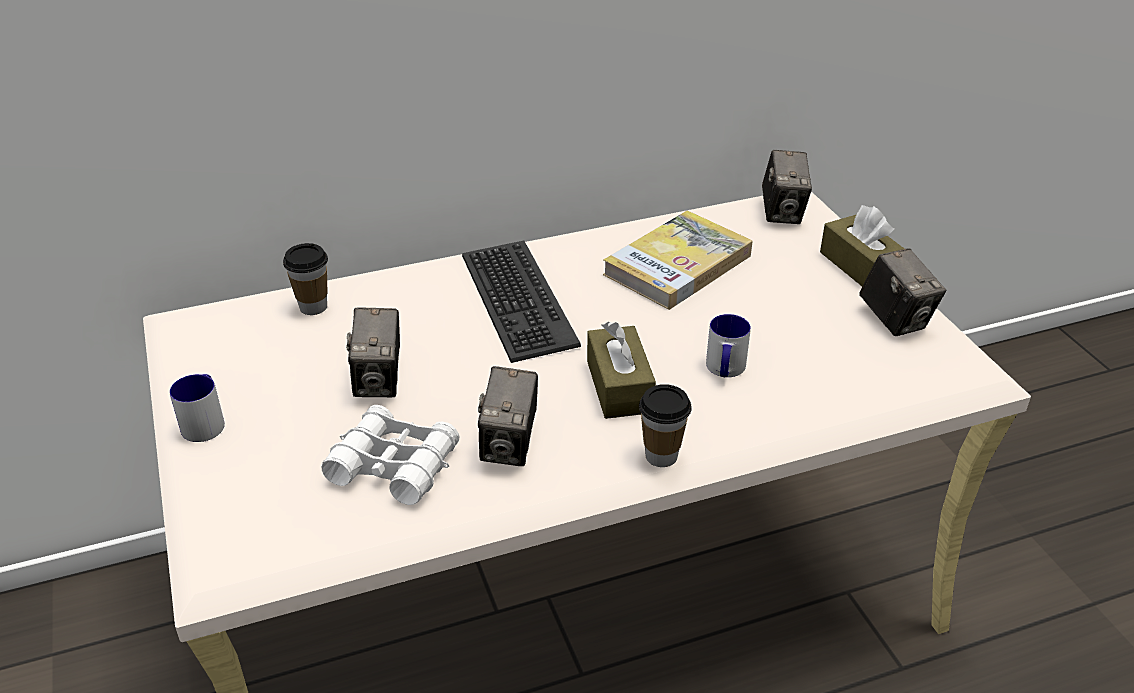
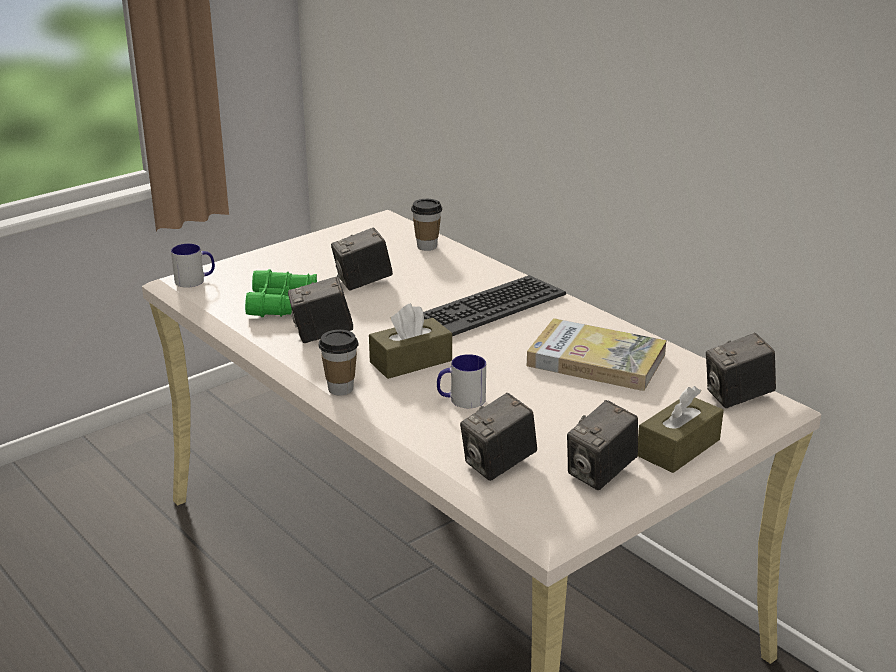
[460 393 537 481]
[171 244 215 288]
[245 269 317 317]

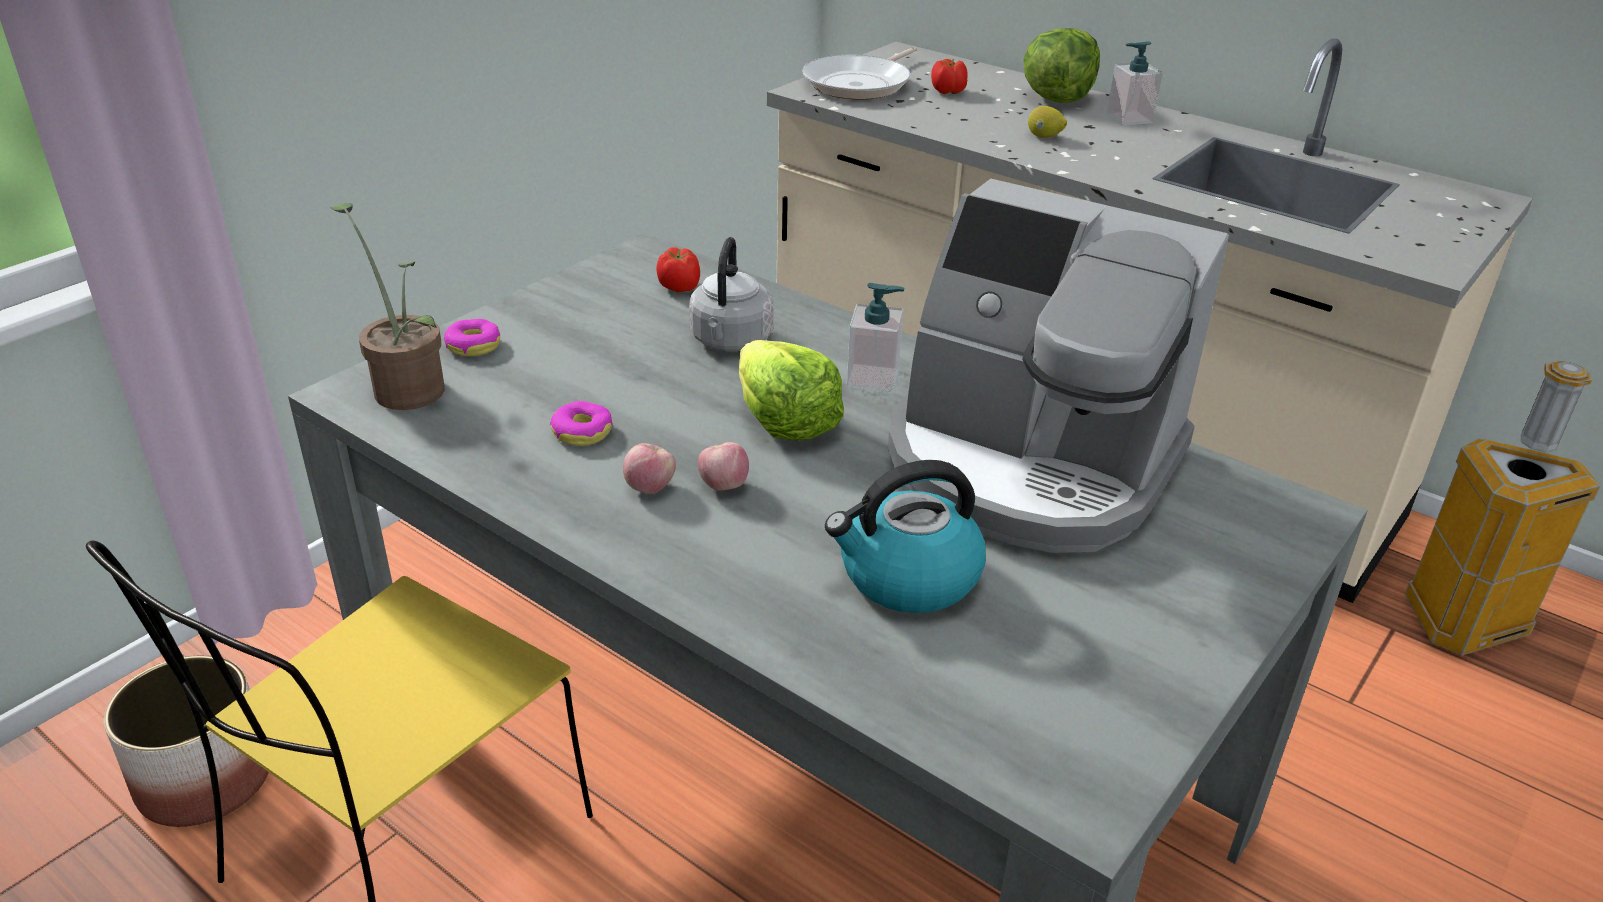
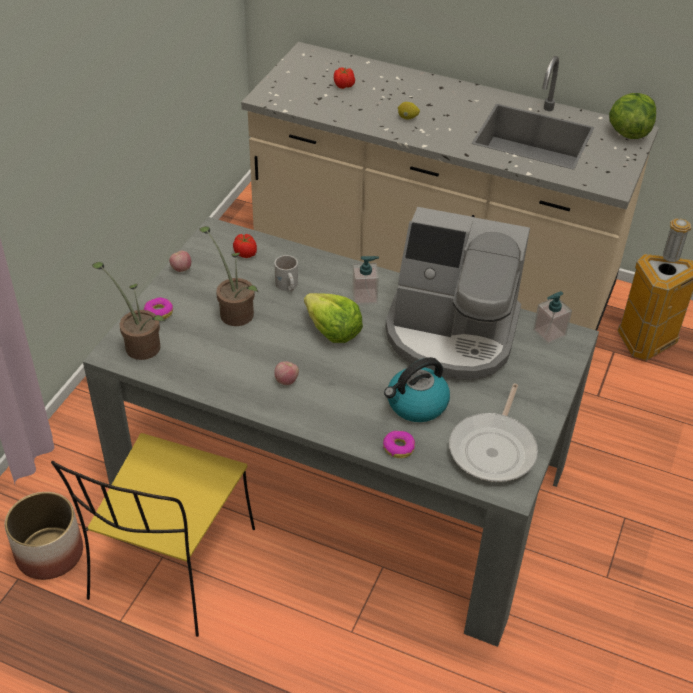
[199 226 258 326]
[383 431 415 458]
[169 251 191 272]
[449 383 538 482]
[609 93 656 139]
[533 291 572 344]
[274 255 298 292]

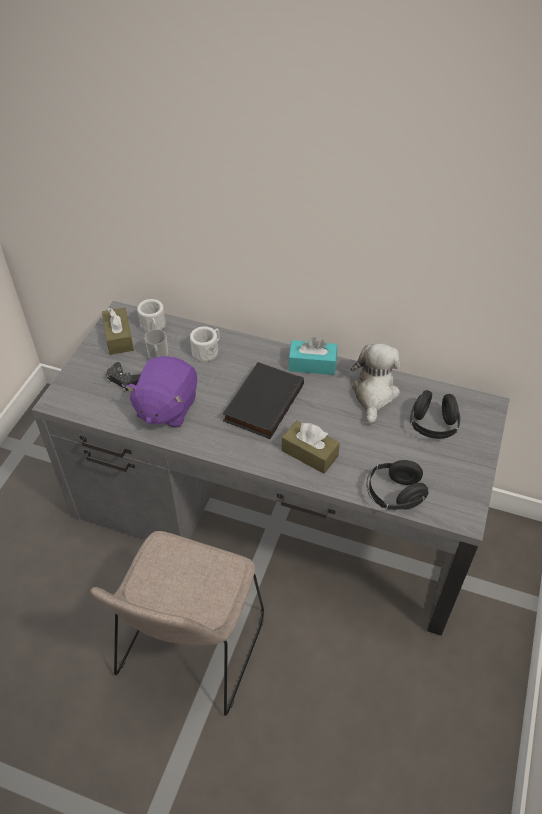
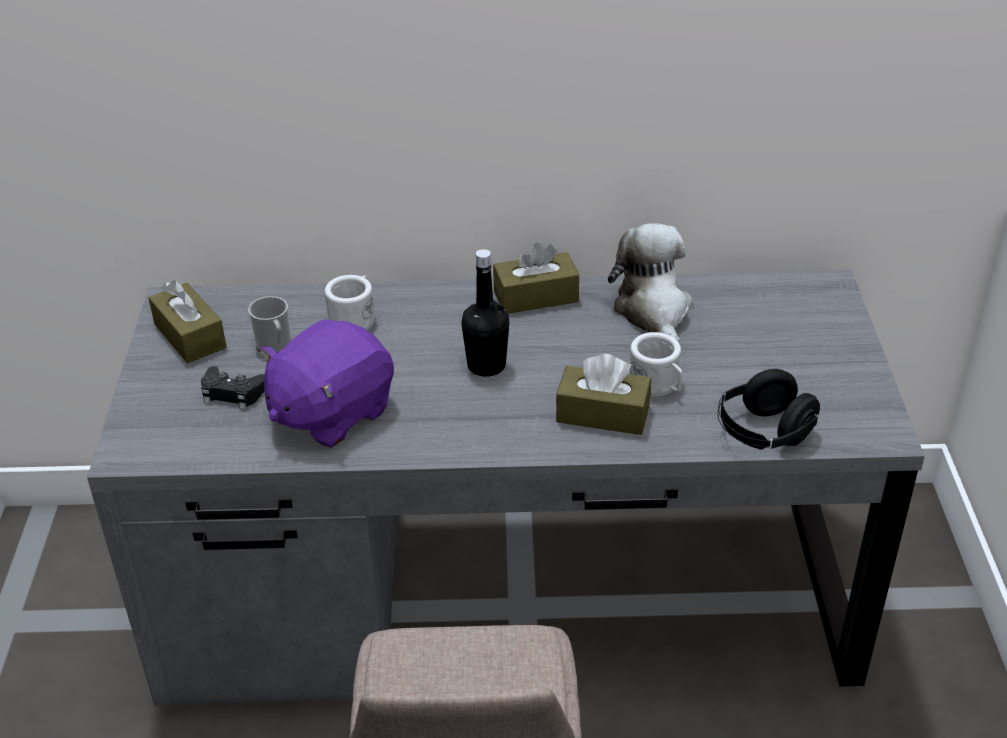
[410 390 460 439] (first image)
[629 332 682 397]
[461 249 509 377]
[493 243 579 314]
[260 319 394 448]

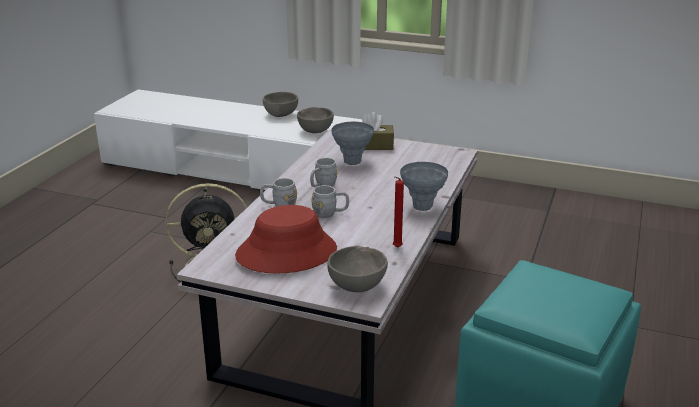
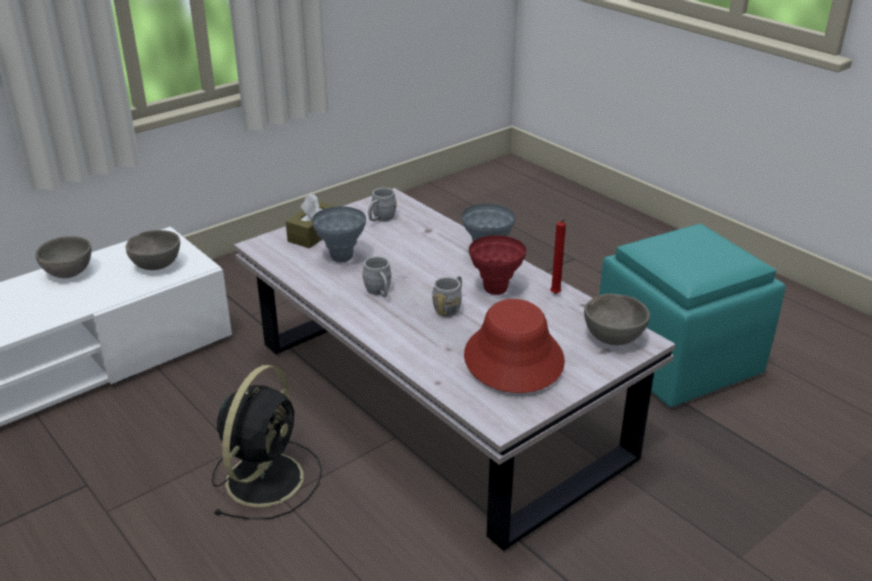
[469 235 526 295]
[368 188 397 222]

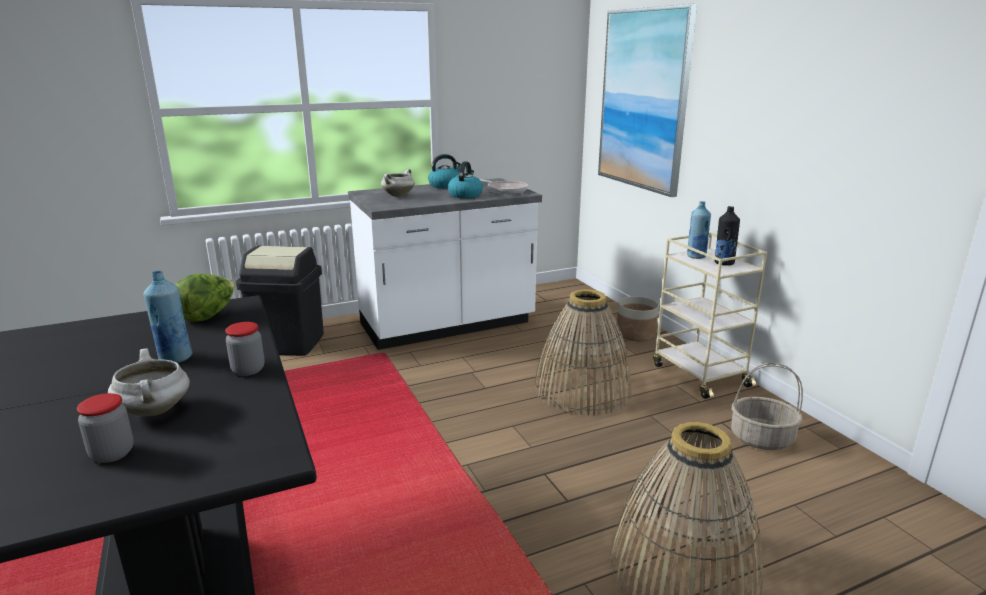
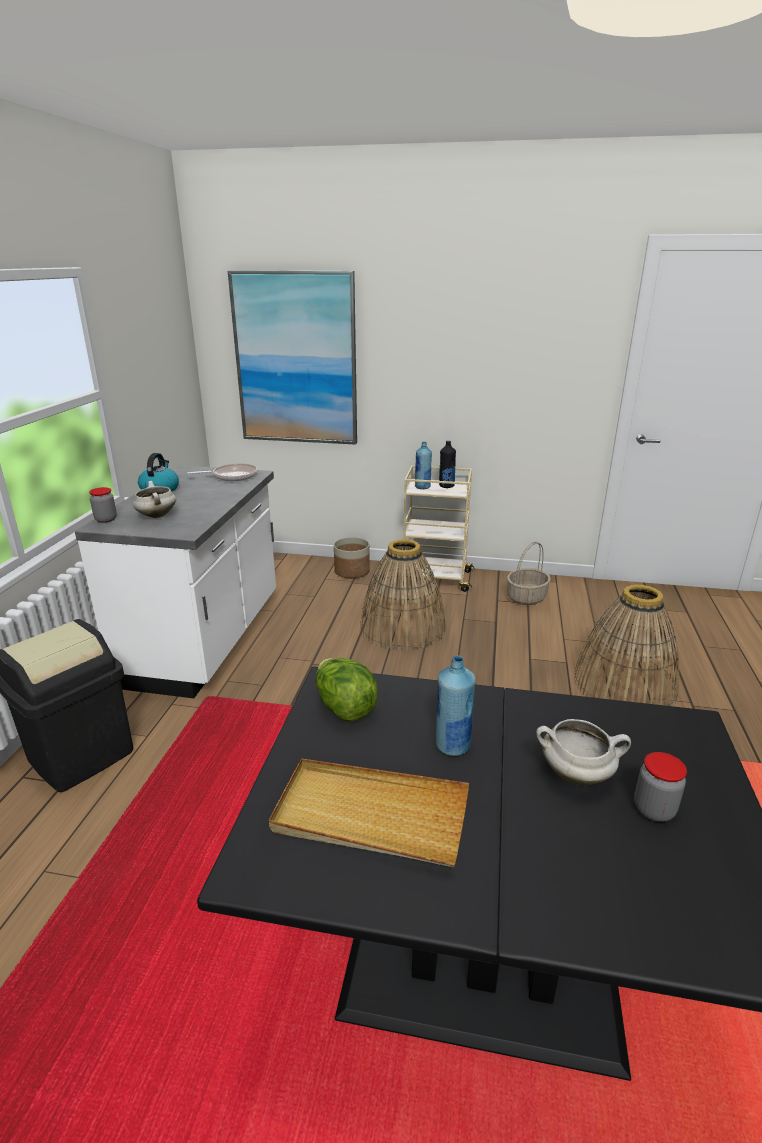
[448 162 483 198] (first image)
[269 759 469 867]
[89 487 117 523]

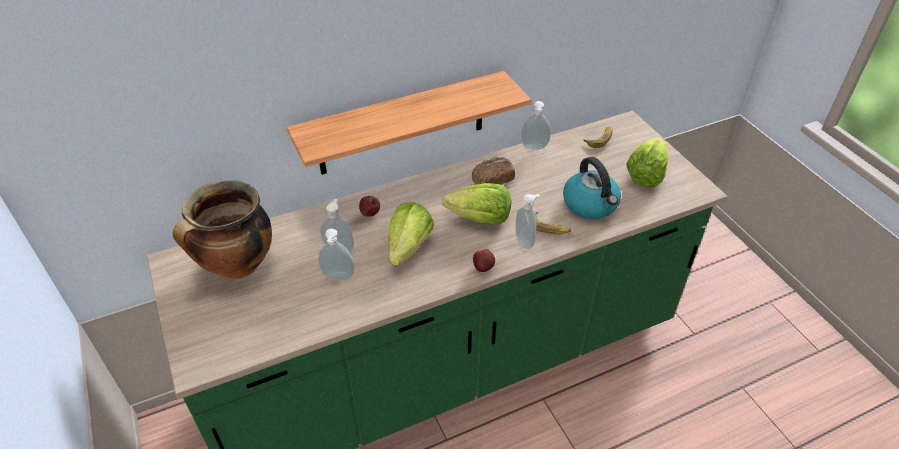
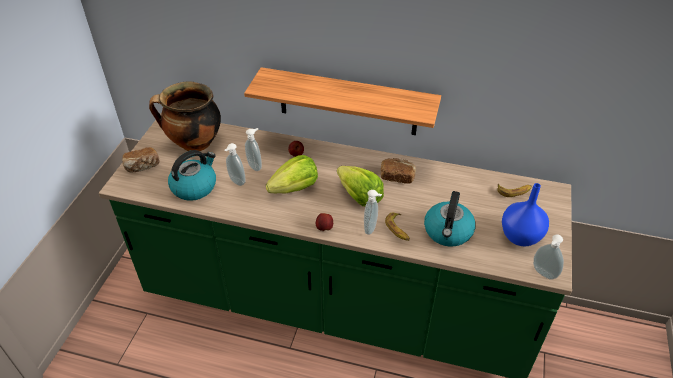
[122 147 160 172]
[168 150 216 201]
[533 235 564 280]
[502 183 549 246]

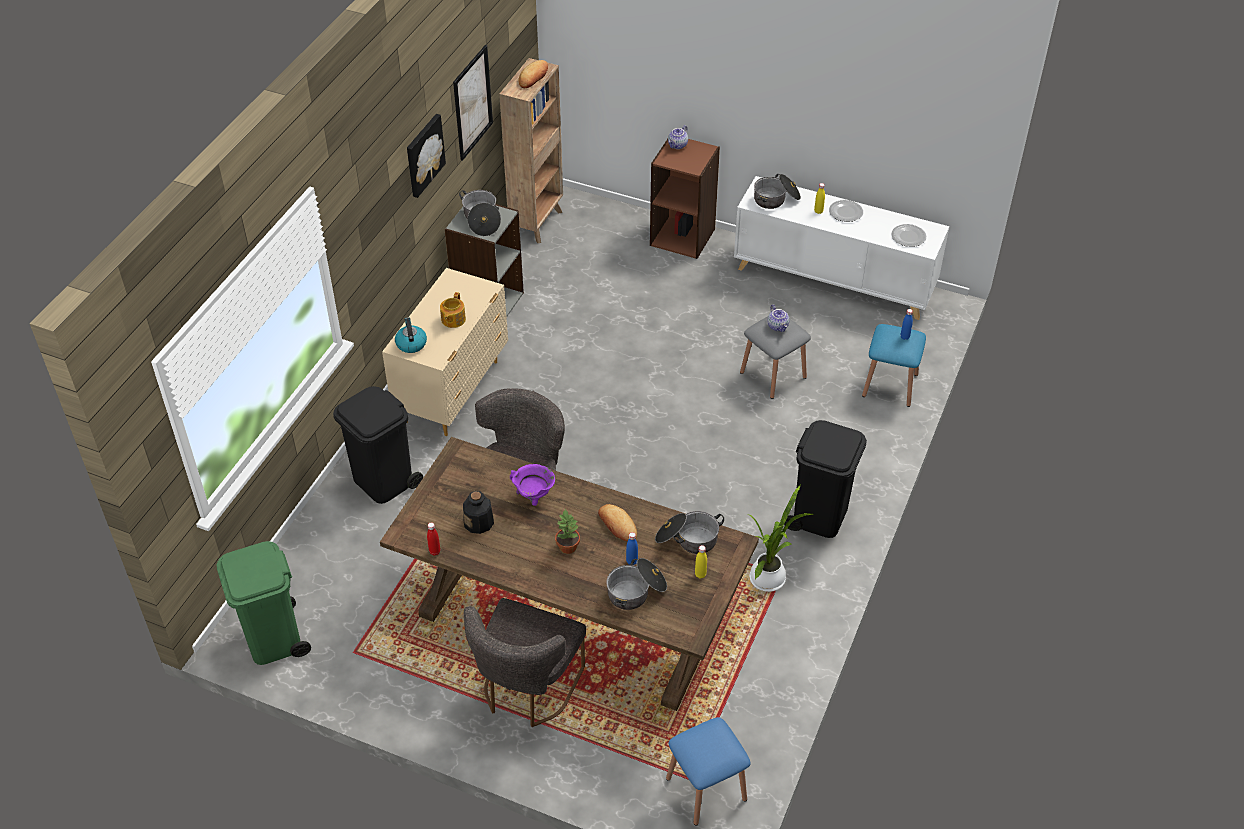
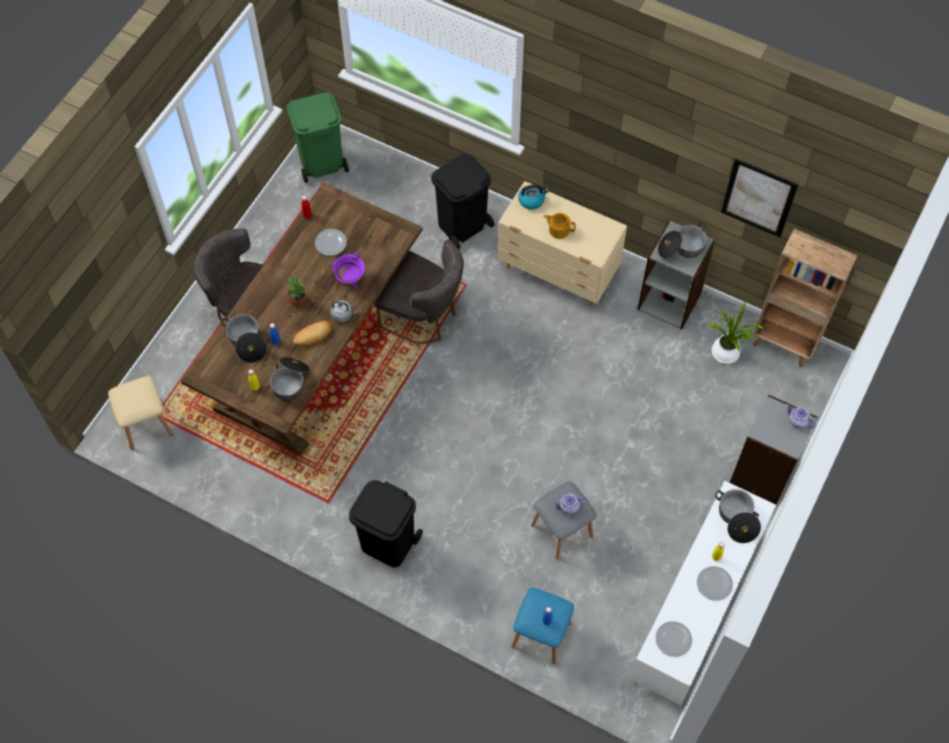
[407 114 446 198] (first image)
[518 60 548 88] (first image)
[330 300 357 322]
[708 301 765 364]
[315 229 347 256]
[730 394 818 504]
[108 376 173 450]

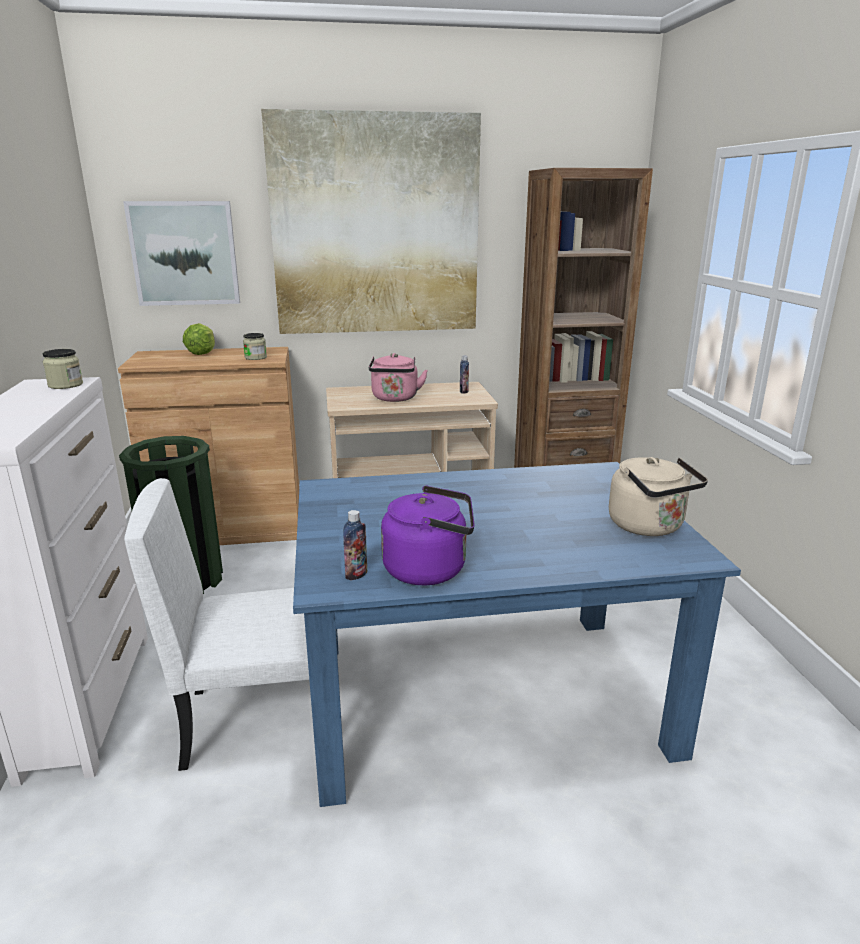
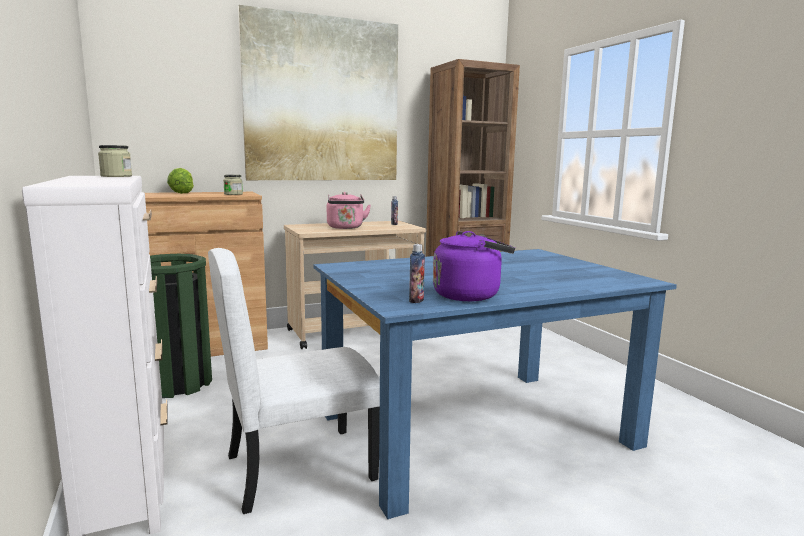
[123 201 240 306] (first image)
[609 457 708 536] (first image)

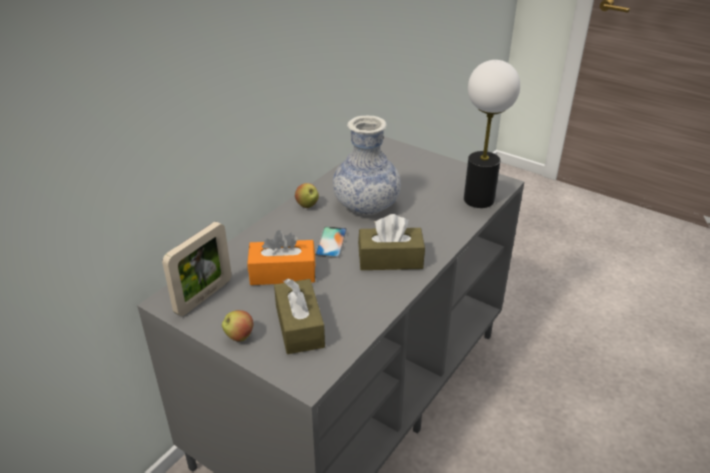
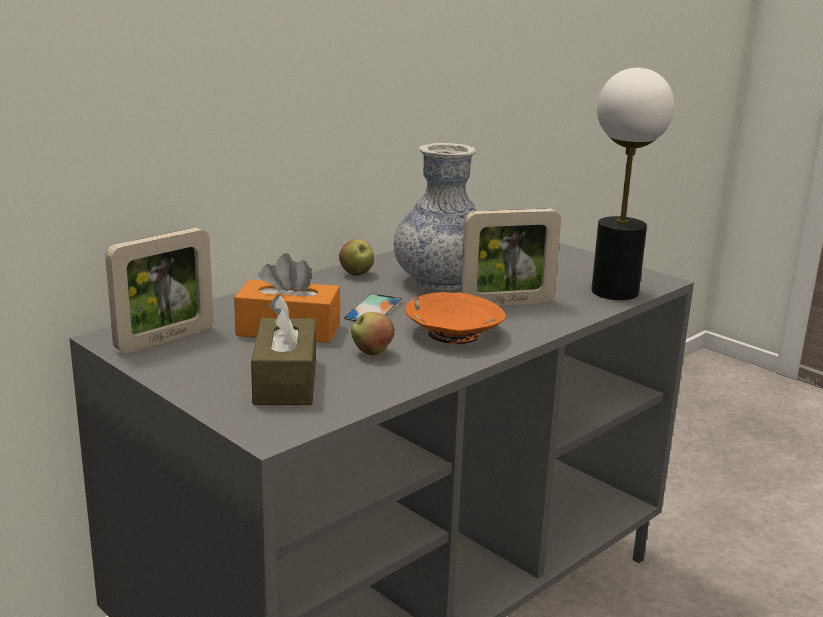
[461 208 561 306]
[351 312 394 356]
[405 292 506 344]

